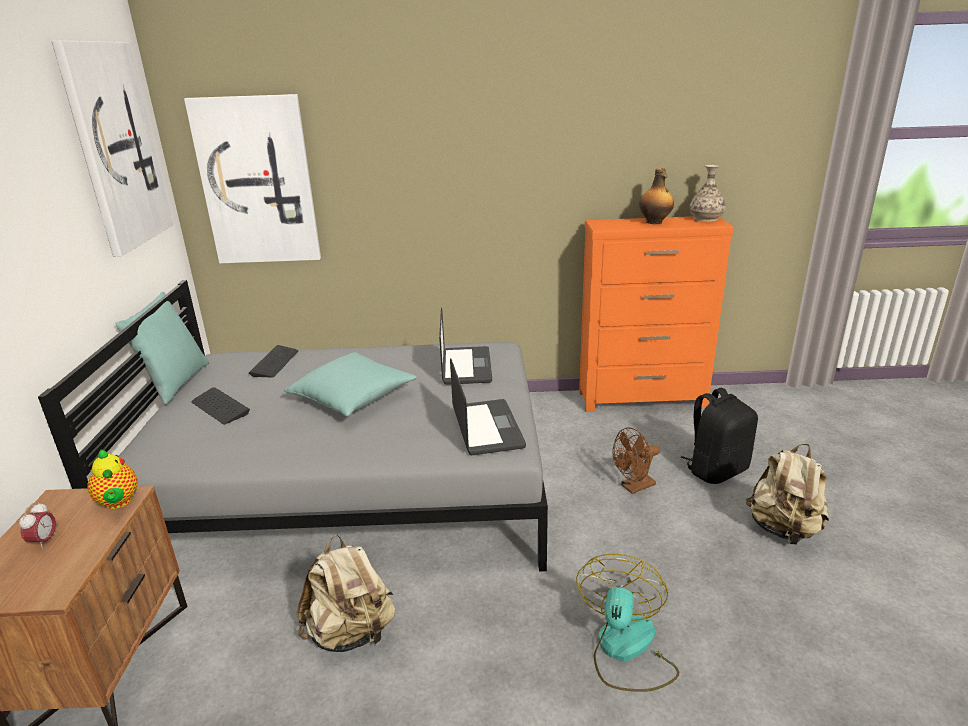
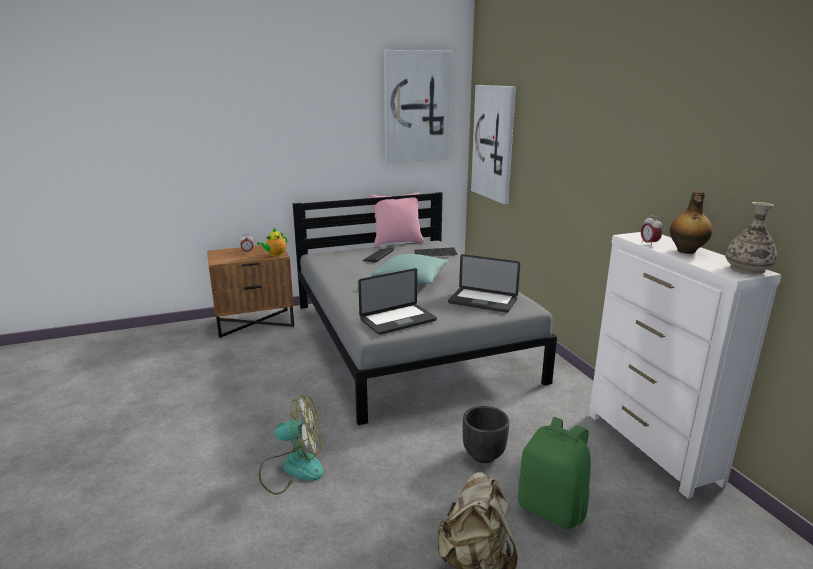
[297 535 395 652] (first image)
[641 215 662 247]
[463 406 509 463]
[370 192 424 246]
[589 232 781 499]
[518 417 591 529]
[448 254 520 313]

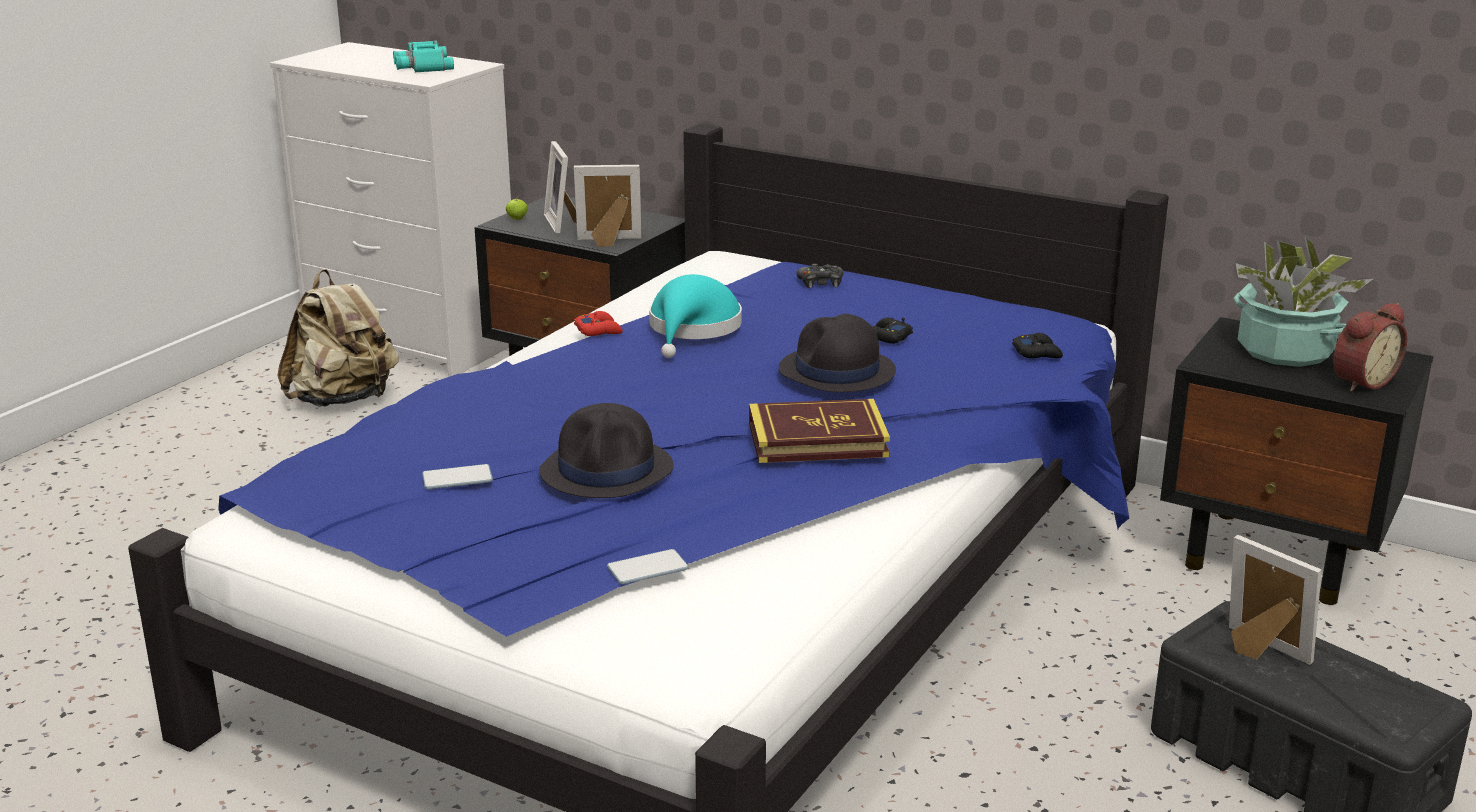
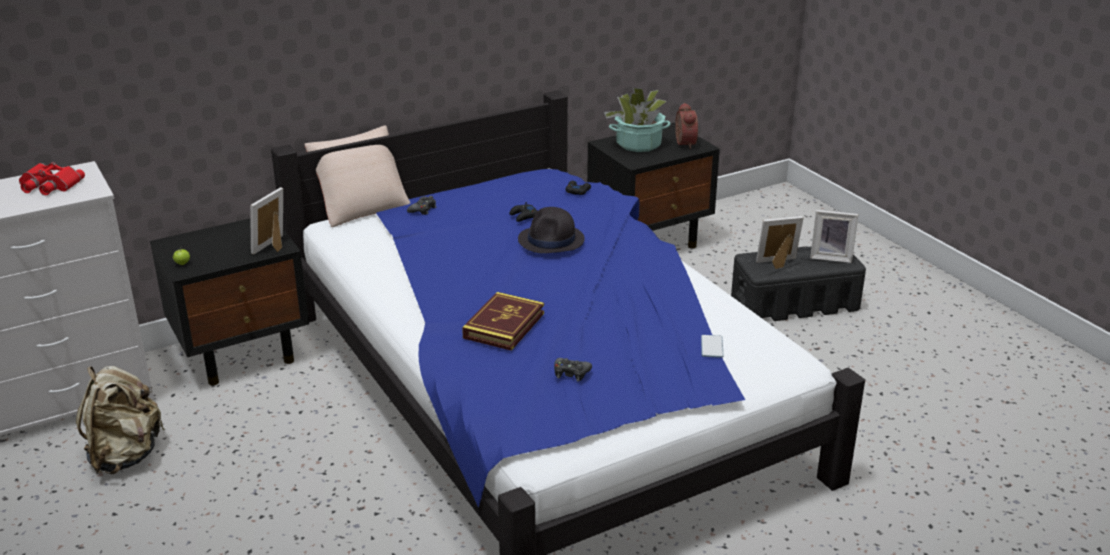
[539 403 673 498] (first image)
[574 311 623 336] (first image)
[649 274 742 358] (first image)
[304 125 411 227]
[810 210 858 263]
[462 292 544 351]
[554 358 592 381]
[19 162 85 195]

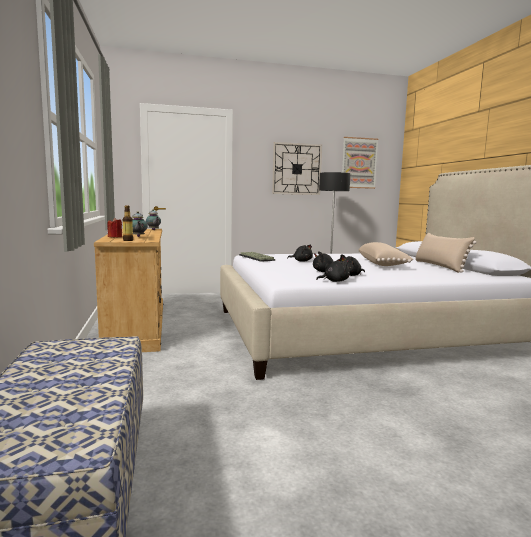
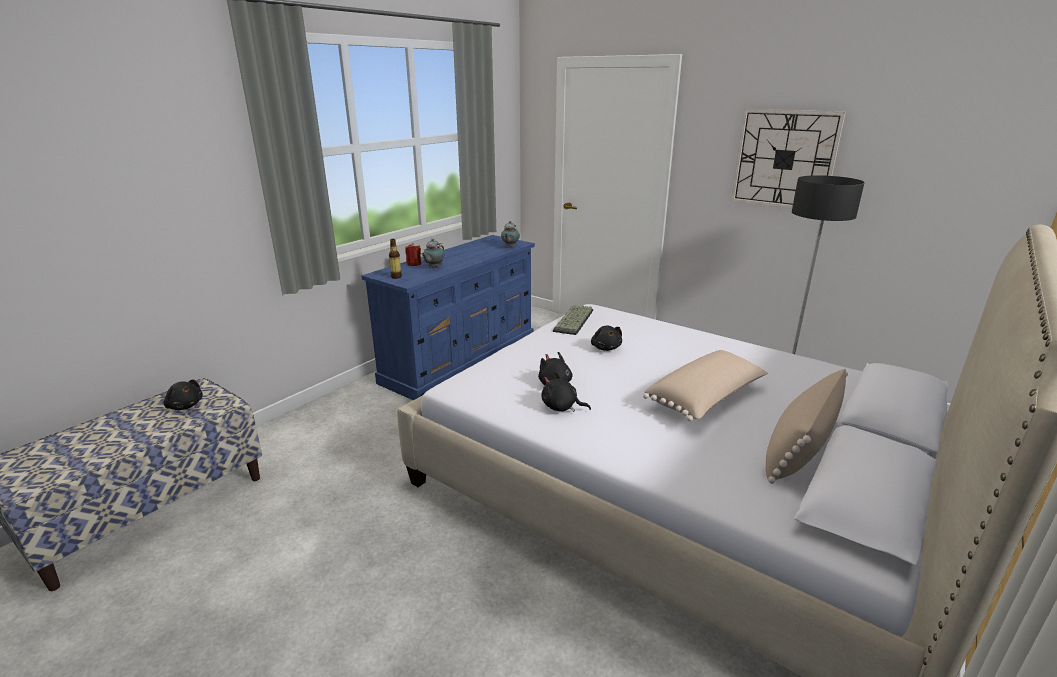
[342 137 378 189] (first image)
[164 379 203 410]
[361 235 535 400]

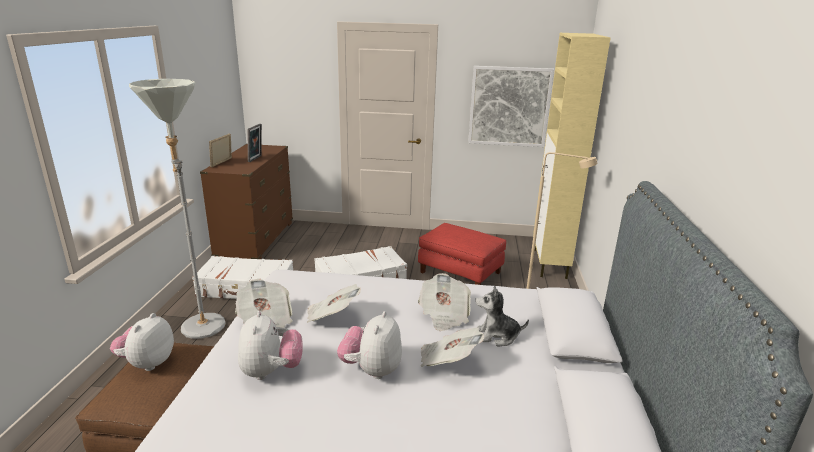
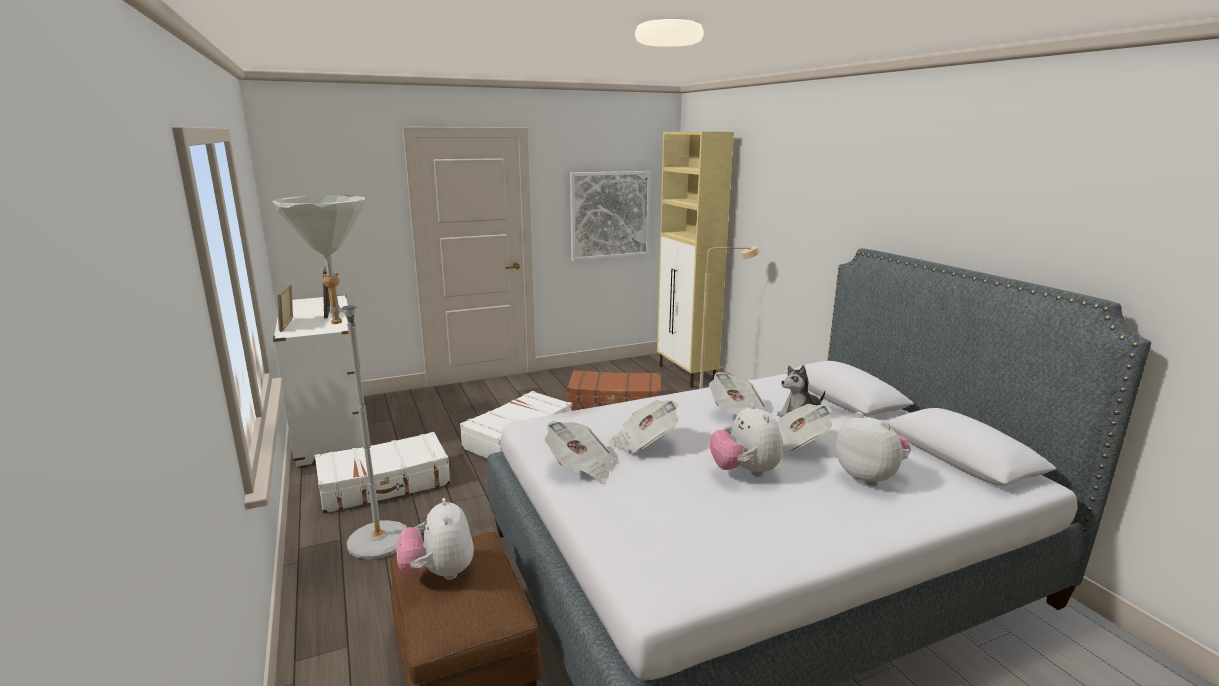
[835 412 911 486]
[567 370 661 410]
[273 295 363 467]

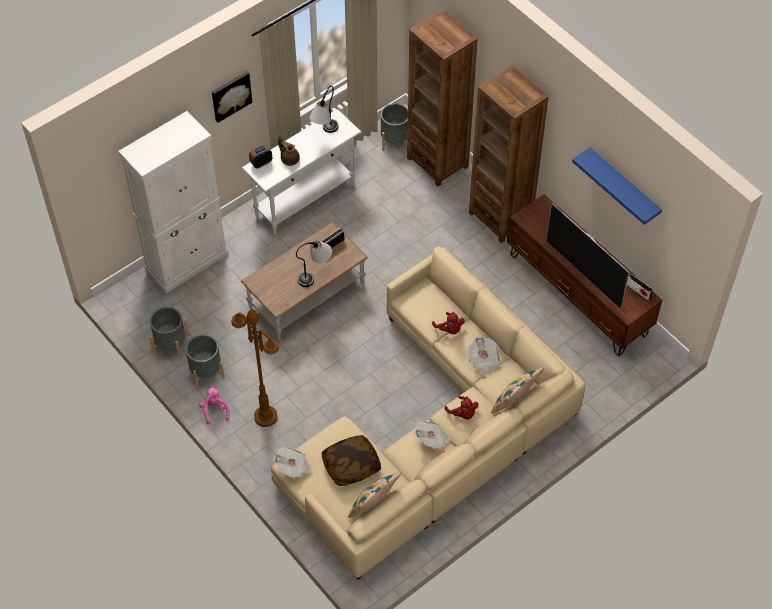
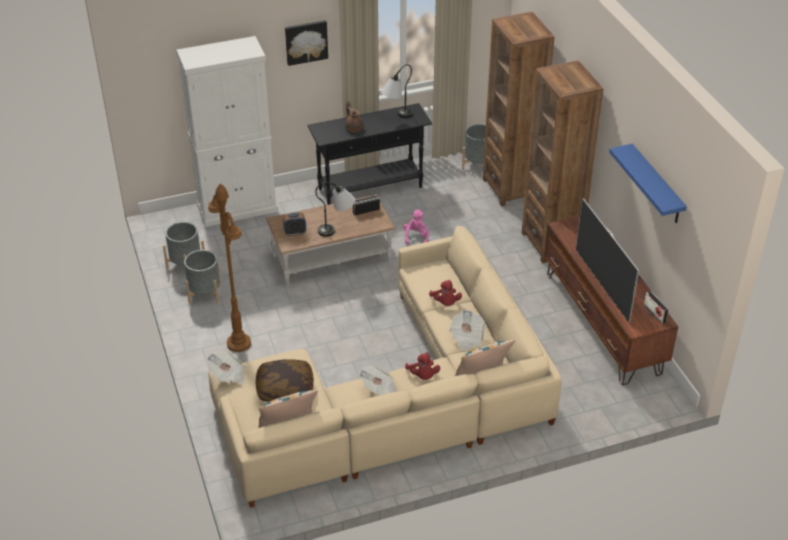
[403 210 429 244]
[283 212 306 236]
[307 103 432 205]

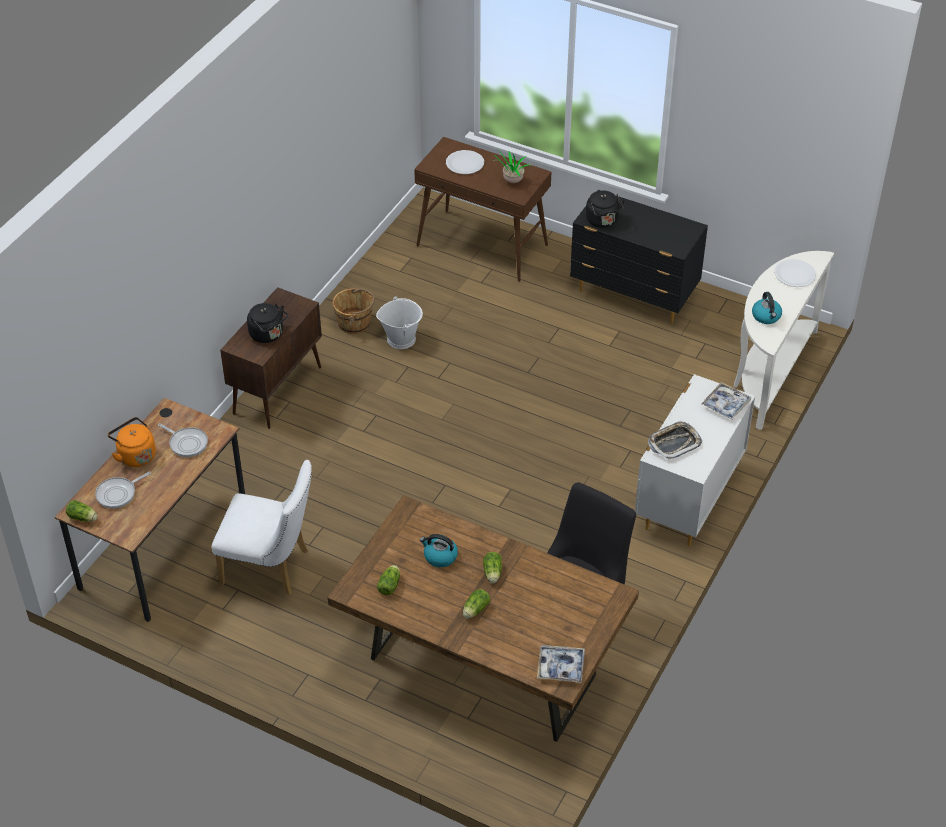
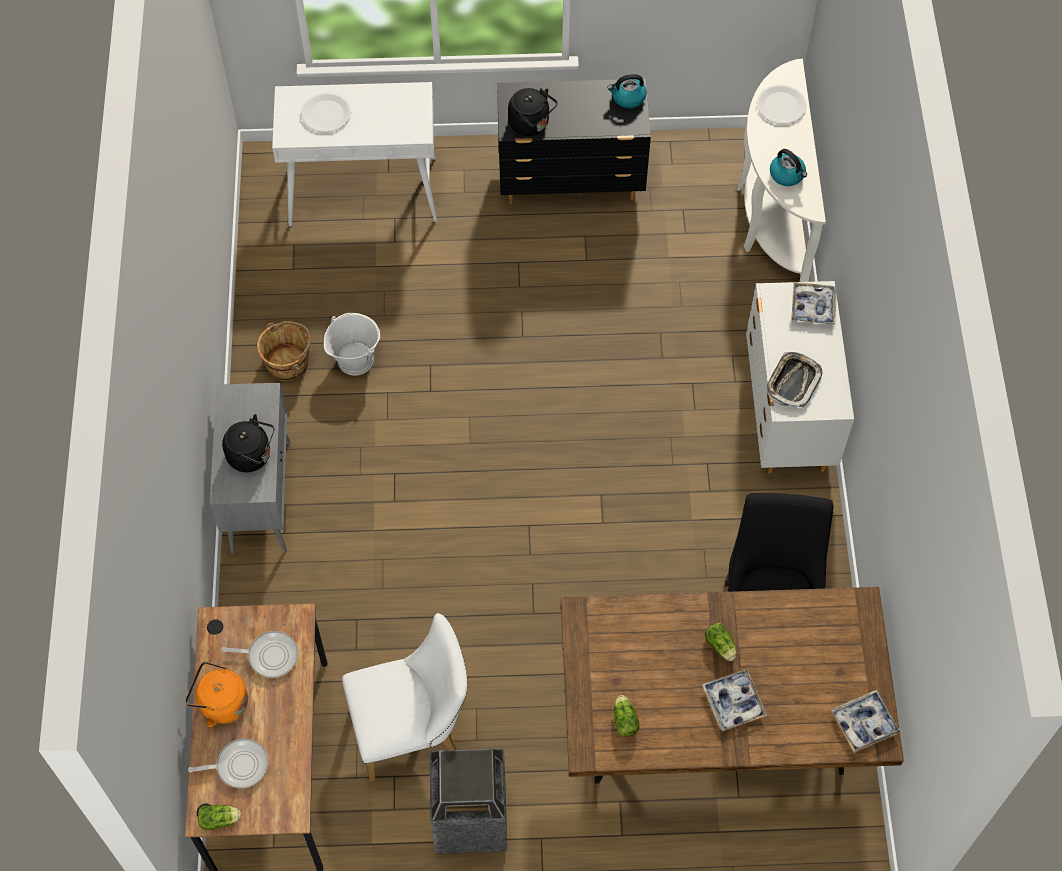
[493 151 530 183] (first image)
[430 748 507 854]
[607 74 647 108]
[702 669 767 731]
[210 383 291 554]
[272 82 437 226]
[188 739 268 788]

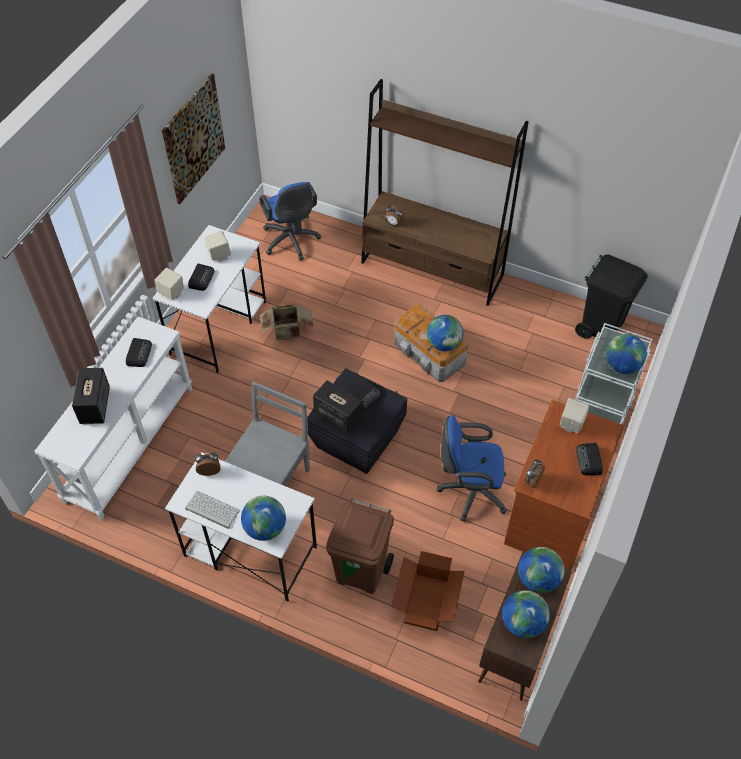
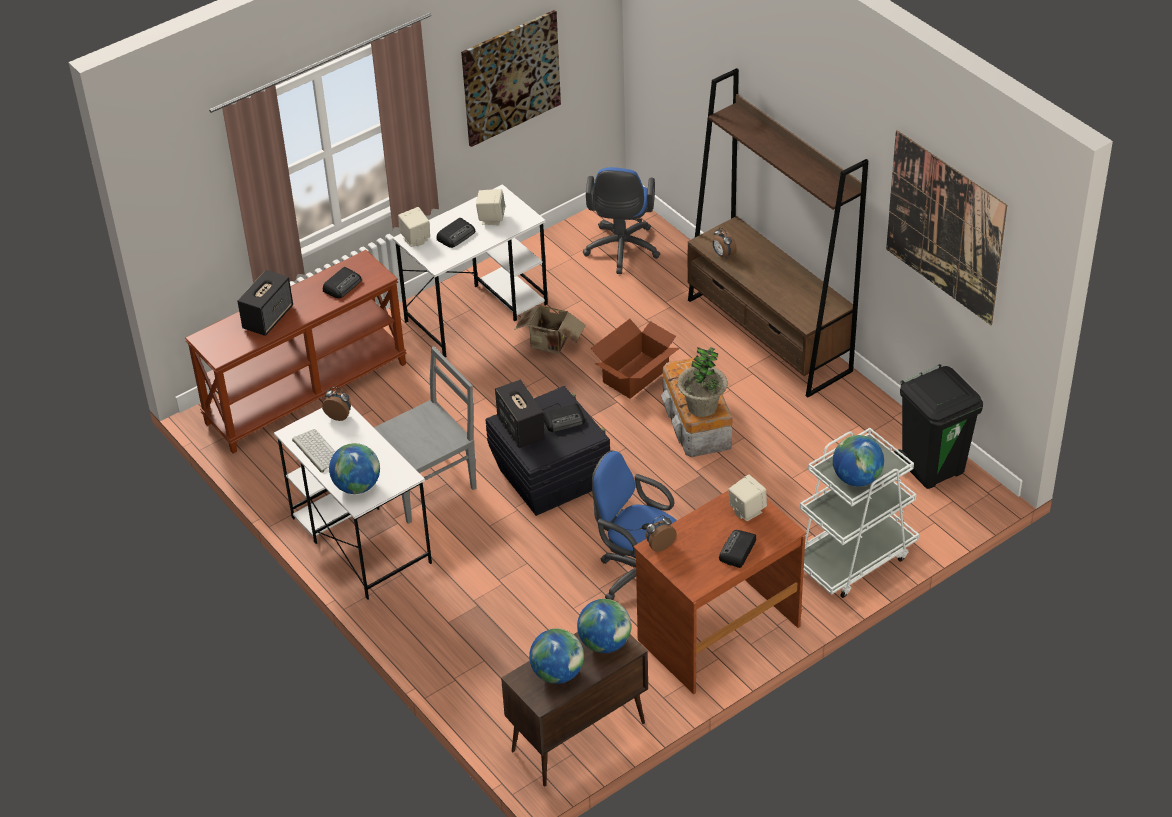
[326 498 394 594] (first image)
[886 130 1007 325]
[591 319 680 399]
[677 347 728 417]
[185 250 407 454]

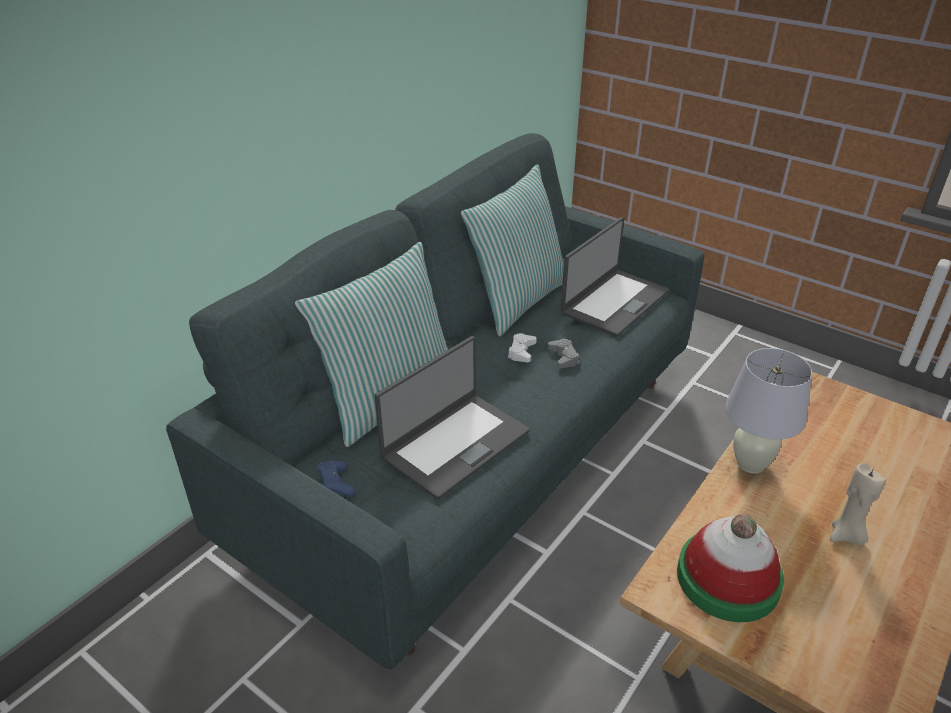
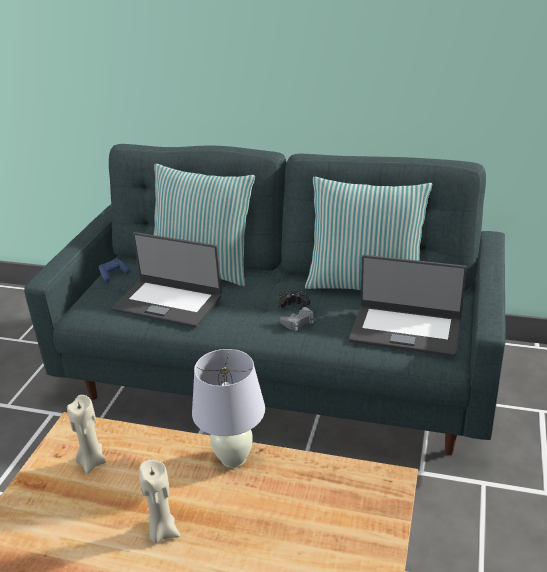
[67 395 107 474]
[278 290 310 308]

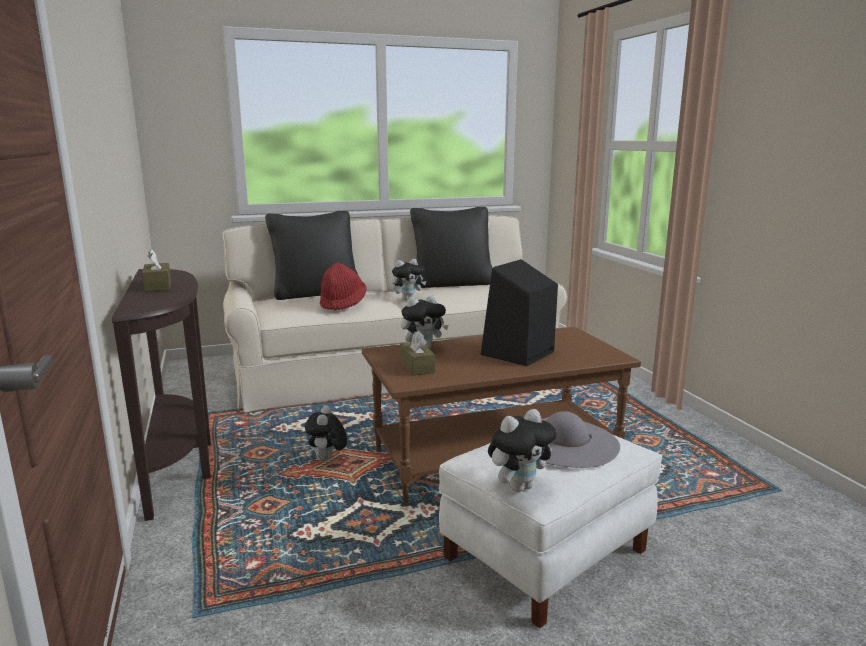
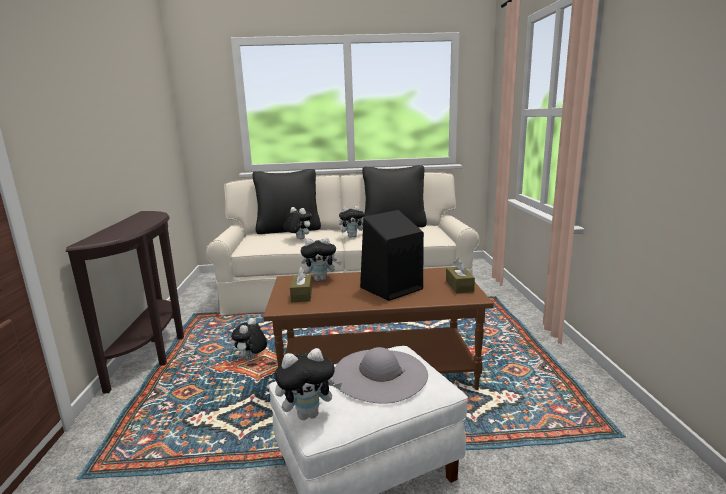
[446 258 475 293]
[283 207 312 240]

